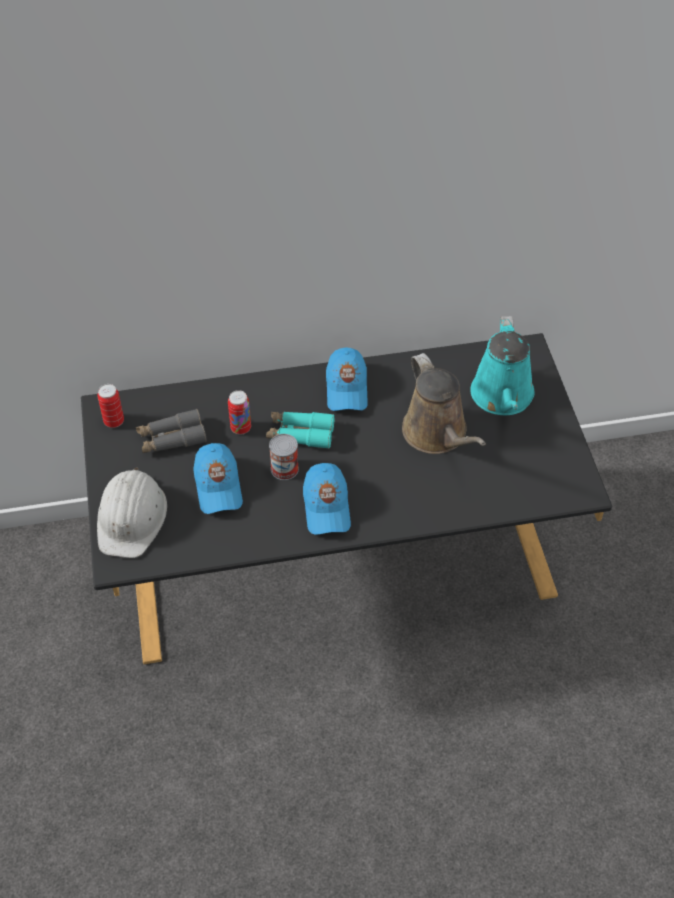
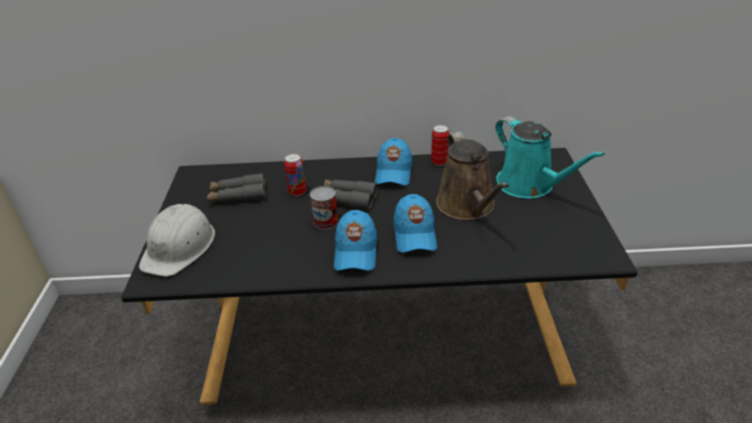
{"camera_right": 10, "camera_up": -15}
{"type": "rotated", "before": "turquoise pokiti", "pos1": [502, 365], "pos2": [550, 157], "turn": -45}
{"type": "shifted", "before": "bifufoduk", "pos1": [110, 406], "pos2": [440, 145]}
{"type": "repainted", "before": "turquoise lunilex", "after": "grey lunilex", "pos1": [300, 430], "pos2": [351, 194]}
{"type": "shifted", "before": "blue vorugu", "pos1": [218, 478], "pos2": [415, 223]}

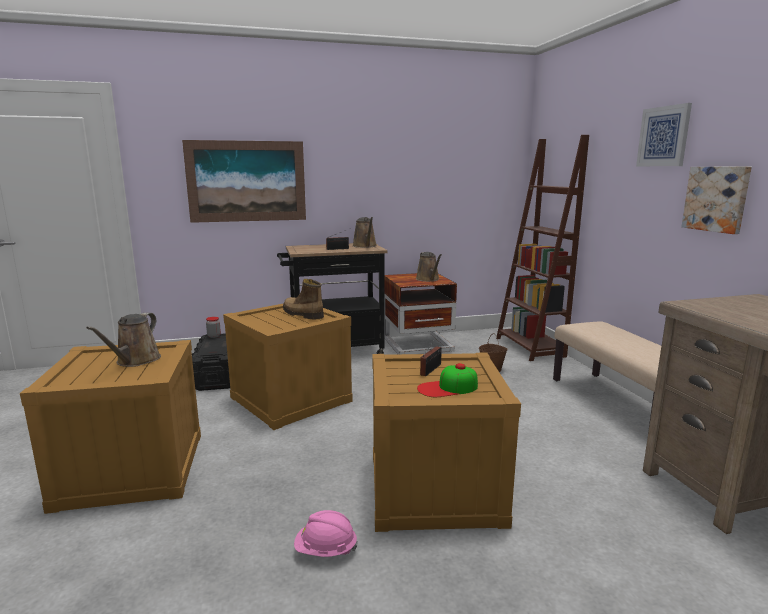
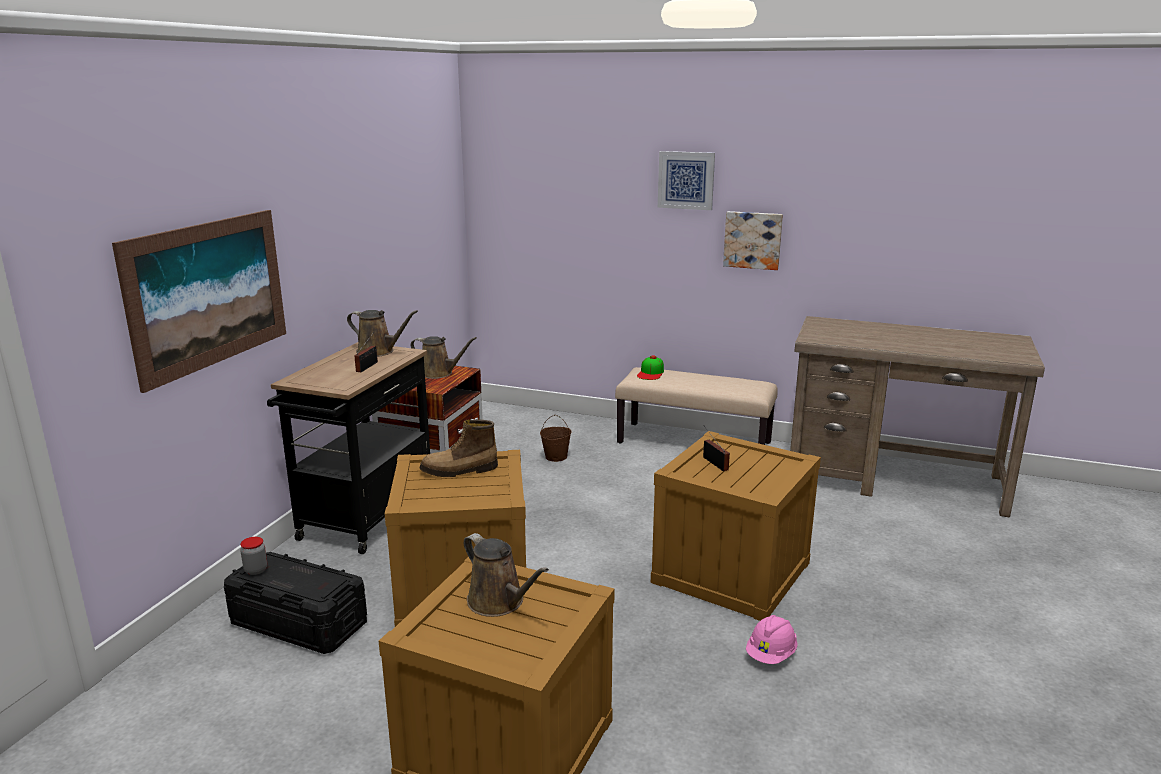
{"camera_right": -55, "camera_up": 5}
{"type": "gone", "before": "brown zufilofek", "pos1": [542, 248]}
{"type": "shifted", "before": "vorugu", "pos1": [447, 380], "pos2": [650, 367]}

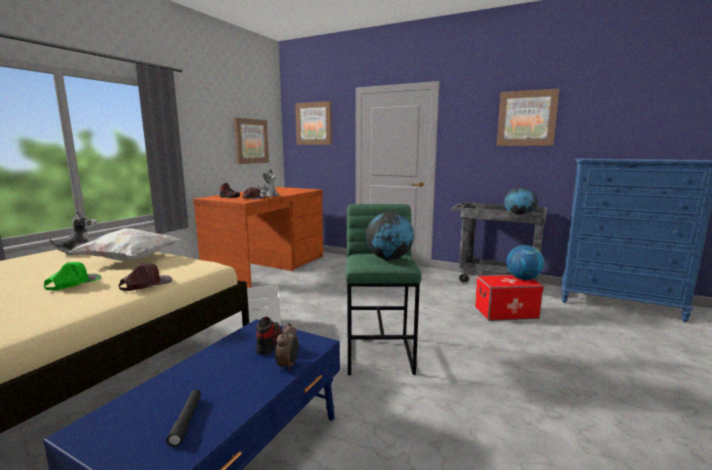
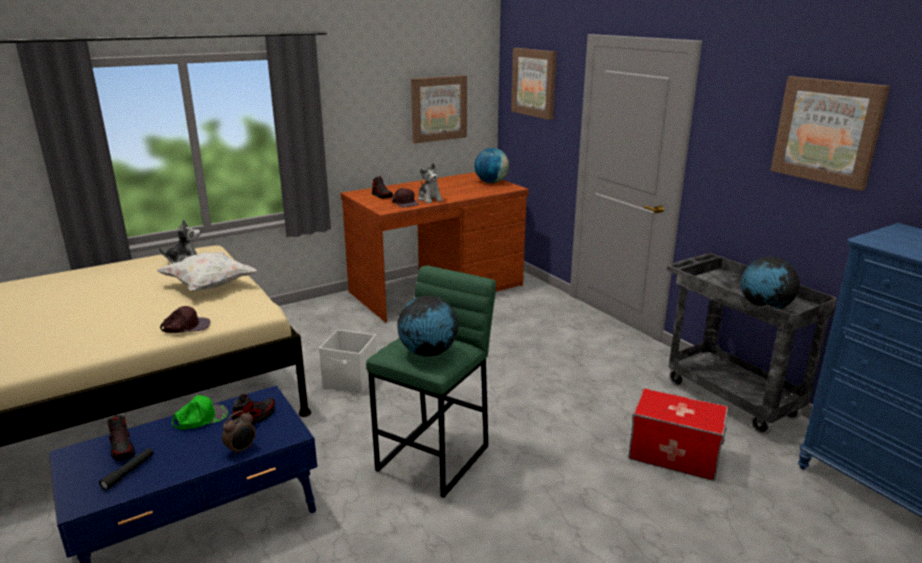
{"camera_right": 30, "camera_up": 10}
{"type": "shifted", "before": "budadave", "pos1": [525, 262], "pos2": [491, 165]}
{"type": "shifted", "before": "green vorugu", "pos1": [72, 276], "pos2": [200, 412]}
{"type": "new", "after": "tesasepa", "pos2": [121, 438]}

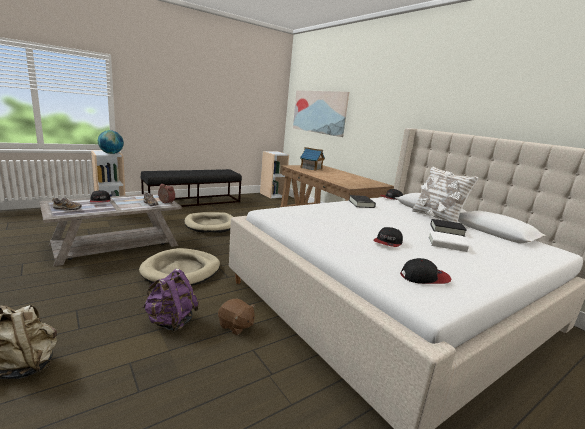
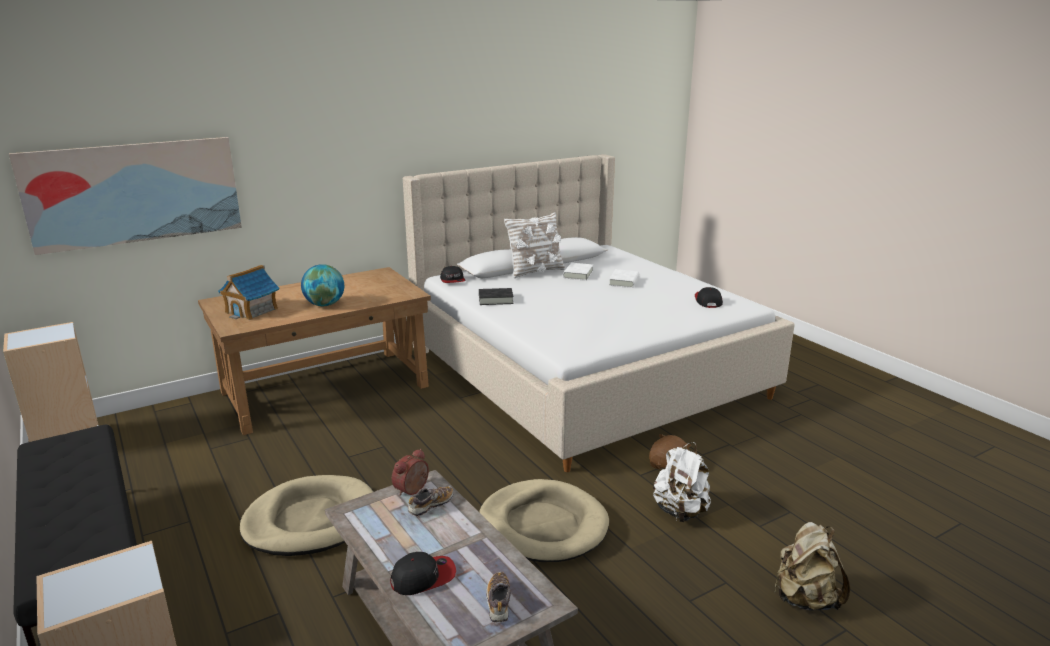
{"camera_right": -85, "camera_up": 5}
{"type": "shifted", "before": "budadave", "pos1": [111, 142], "pos2": [322, 285]}
{"type": "repainted", "before": "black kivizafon", "after": "white kivizafon", "pos1": [449, 228], "pos2": [578, 272]}
{"type": "gone", "before": "vorugu", "pos1": [388, 237]}
{"type": "repainted", "before": "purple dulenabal", "after": "white dulenabal", "pos1": [170, 300], "pos2": [682, 482]}

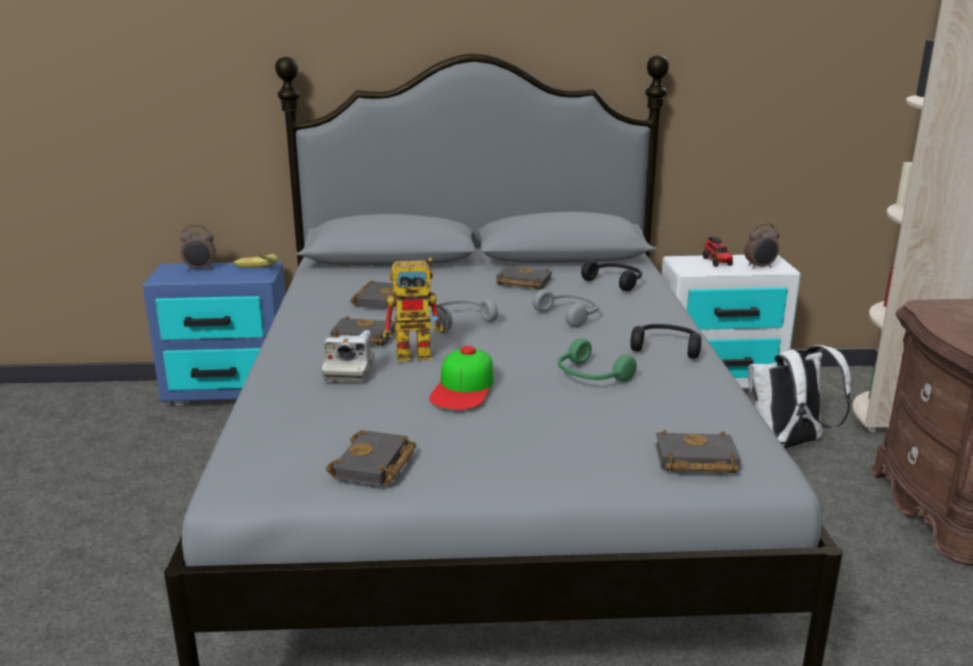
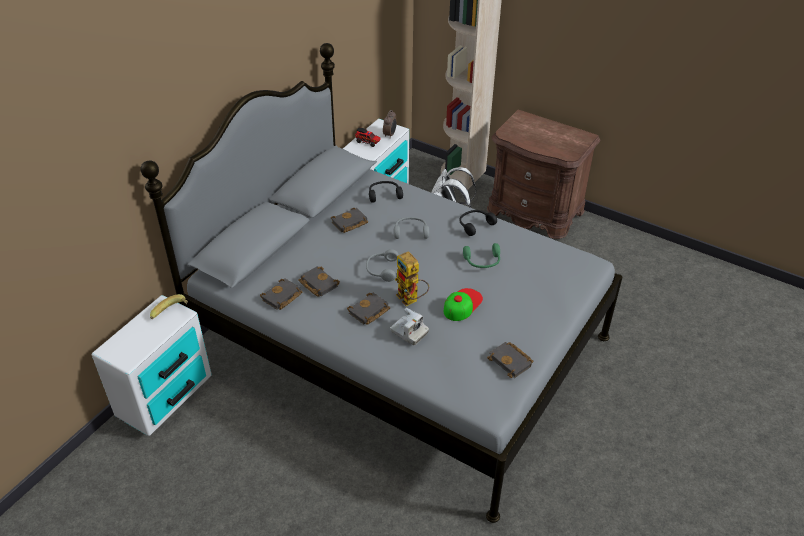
{"camera_right": -55, "camera_up": 20}
{"type": "gone", "before": "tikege", "pos1": [198, 247]}
{"type": "rotated", "before": "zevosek", "pos1": [415, 309], "pos2": [412, 278], "turn": 120}
{"type": "repainted", "before": "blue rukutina", "after": "white rukutina", "pos1": [214, 333], "pos2": [152, 365]}
{"type": "rotated", "before": "vorugu", "pos1": [461, 378], "pos2": [463, 304], "turn": -105}
{"type": "shifted", "before": "black kivizafon", "pos1": [697, 451], "pos2": [281, 294]}

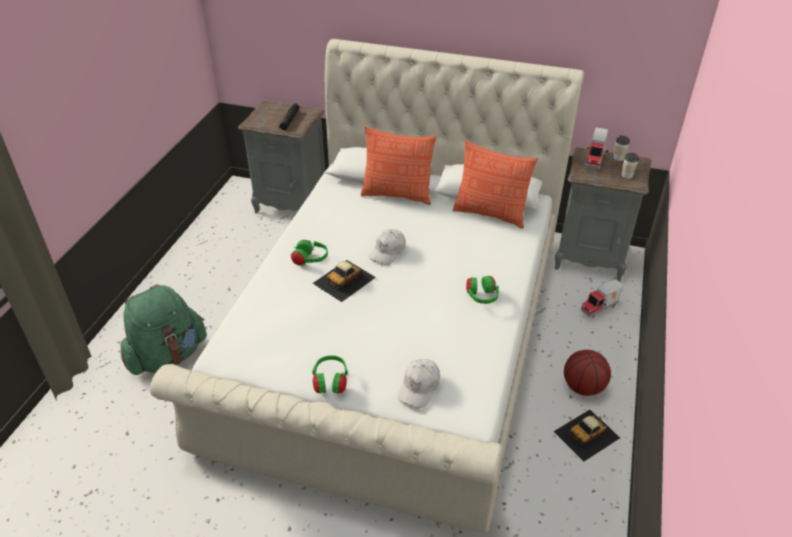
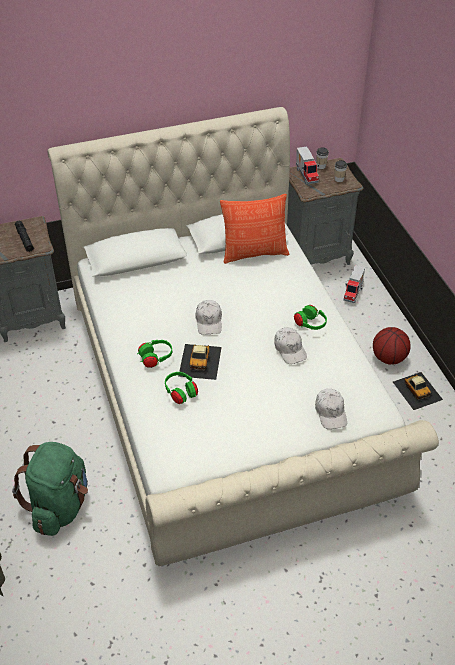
{"camera_right": -35, "camera_up": 5}
{"type": "gone", "before": "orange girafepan", "pos1": [399, 165]}
{"type": "shifted", "before": "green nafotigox", "pos1": [330, 374], "pos2": [181, 388]}
{"type": "rotated", "before": "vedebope", "pos1": [587, 435], "pos2": [418, 391], "turn": -45}
{"type": "new", "after": "white vorugu", "pos2": [290, 346]}

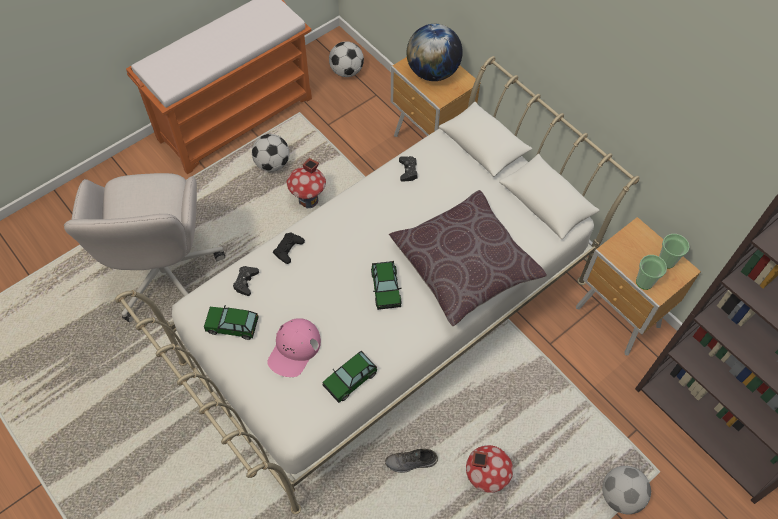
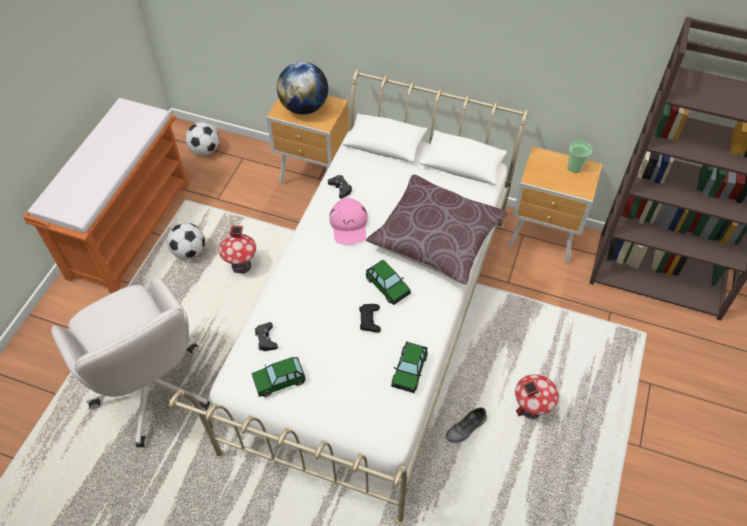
{"camera_right": -30, "camera_up": -5}
{"type": "shifted", "before": "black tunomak", "pos1": [289, 248], "pos2": [370, 318]}
{"type": "gone", "before": "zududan", "pos1": [651, 272]}
{"type": "shifted", "before": "pink vorugu", "pos1": [294, 347], "pos2": [348, 221]}
{"type": "gone", "before": "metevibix", "pos1": [626, 490]}

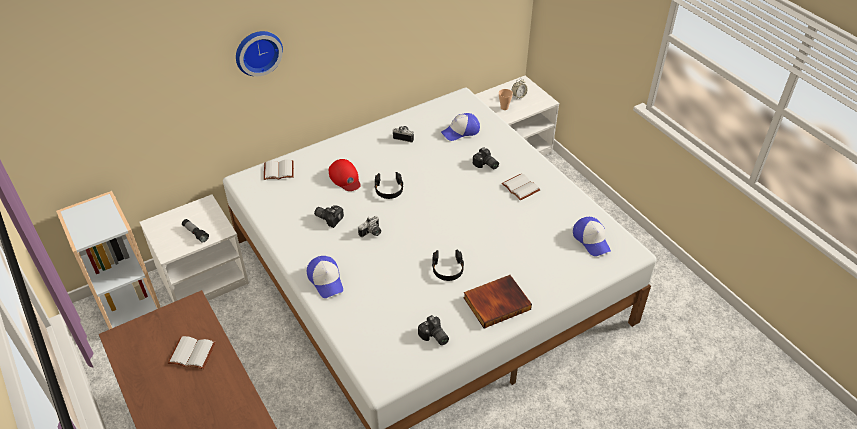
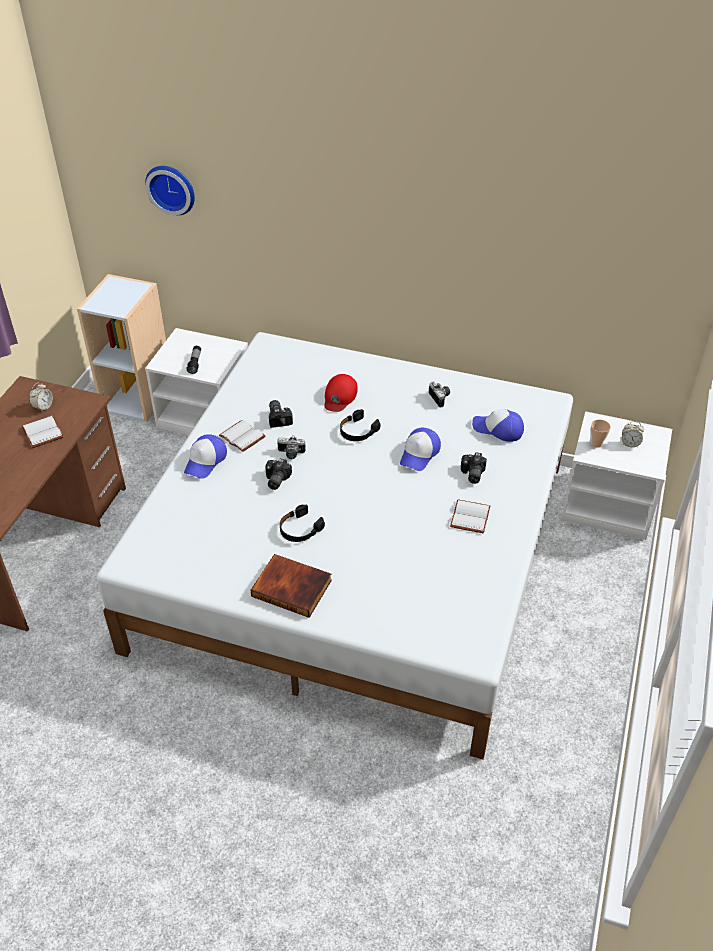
{"camera_right": 50, "camera_up": 0}
{"type": "shifted", "before": "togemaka", "pos1": [259, 53], "pos2": [170, 190]}
{"type": "shifted", "before": "white kivizafon", "pos1": [279, 169], "pos2": [242, 436]}
{"type": "shifted", "before": "vorugu", "pos1": [592, 236], "pos2": [420, 449]}
{"type": "shifted", "before": "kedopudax", "pos1": [433, 330], "pos2": [278, 474]}
{"type": "new", "after": "tikege", "pos2": [41, 397]}

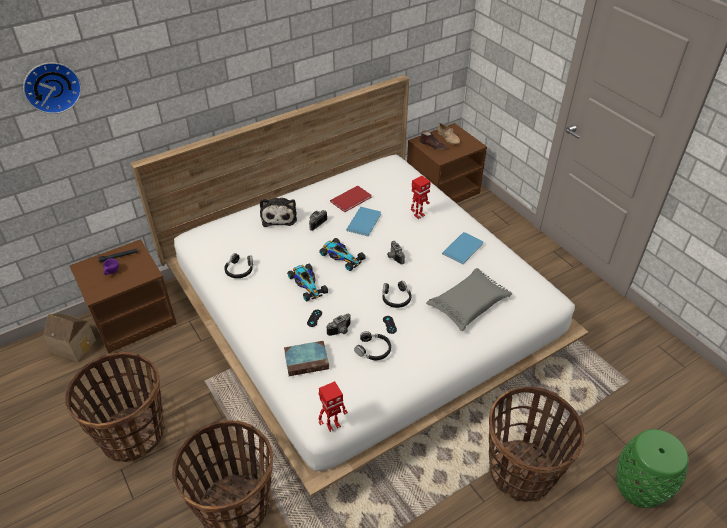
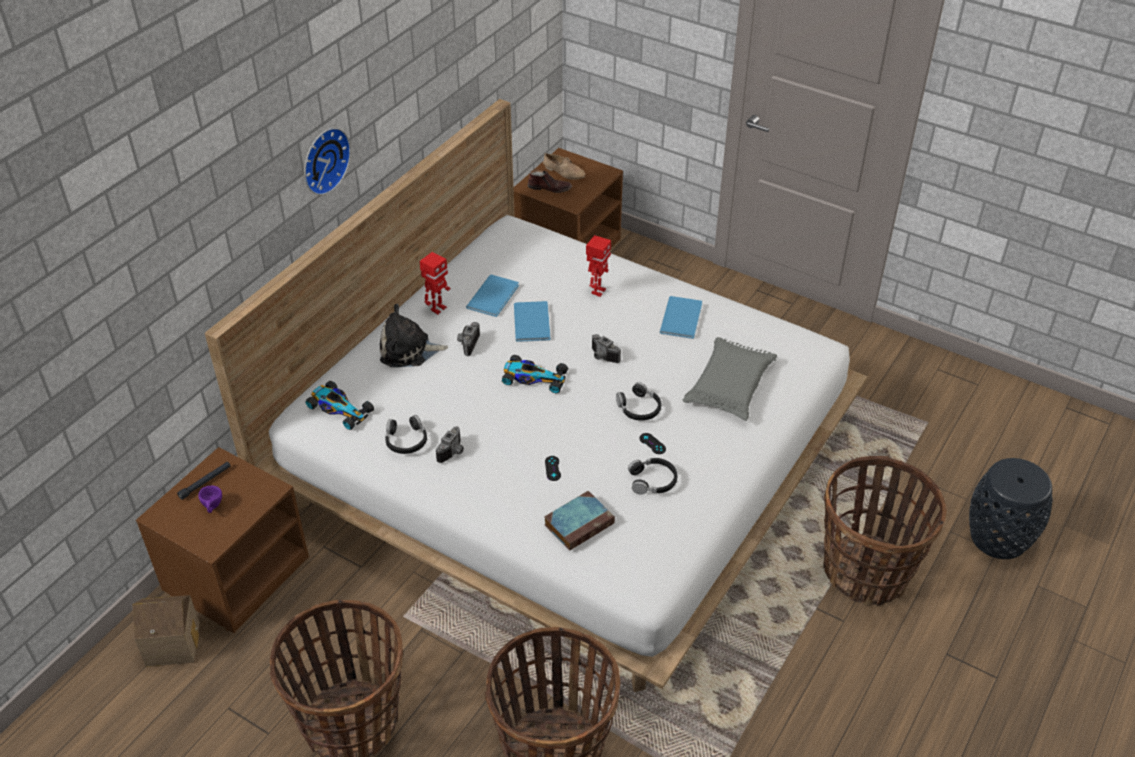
{"camera_right": -25, "camera_up": 0}
{"type": "shifted", "before": "togemaka", "pos1": [52, 88], "pos2": [327, 161]}
{"type": "repainted", "before": "red kivizafon", "after": "blue kivizafon", "pos1": [350, 199], "pos2": [492, 295]}
{"type": "rotated", "before": "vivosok", "pos1": [278, 212], "pos2": [414, 336], "turn": 120}
{"type": "shifted", "before": "vedebope", "pos1": [307, 282], "pos2": [339, 405]}
{"type": "shifted", "before": "kedopudax", "pos1": [338, 325], "pos2": [450, 445]}
{"type": "shifted", "before": "zevosek", "pos1": [333, 406], "pos2": [435, 283]}
{"type": "repainted", "before": "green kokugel", "after": "black kokugel", "pos1": [652, 468], "pos2": [1011, 508]}

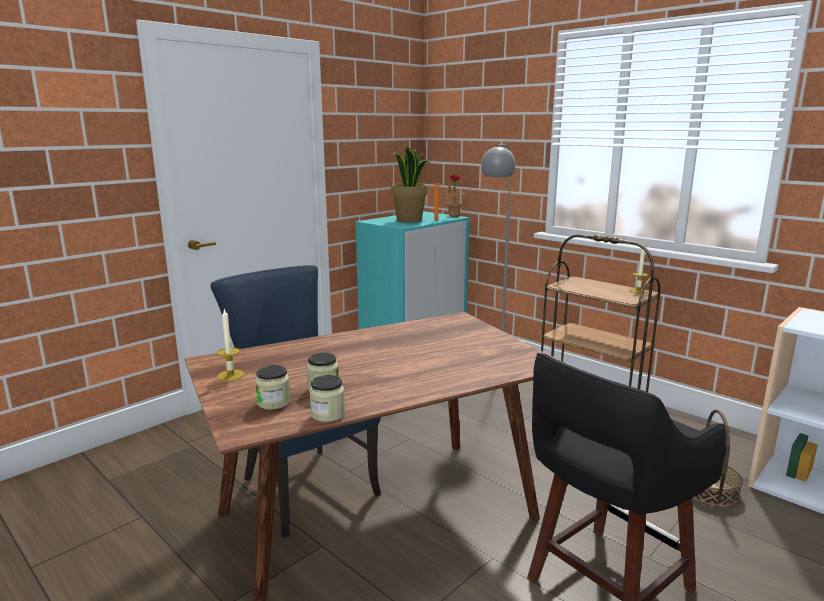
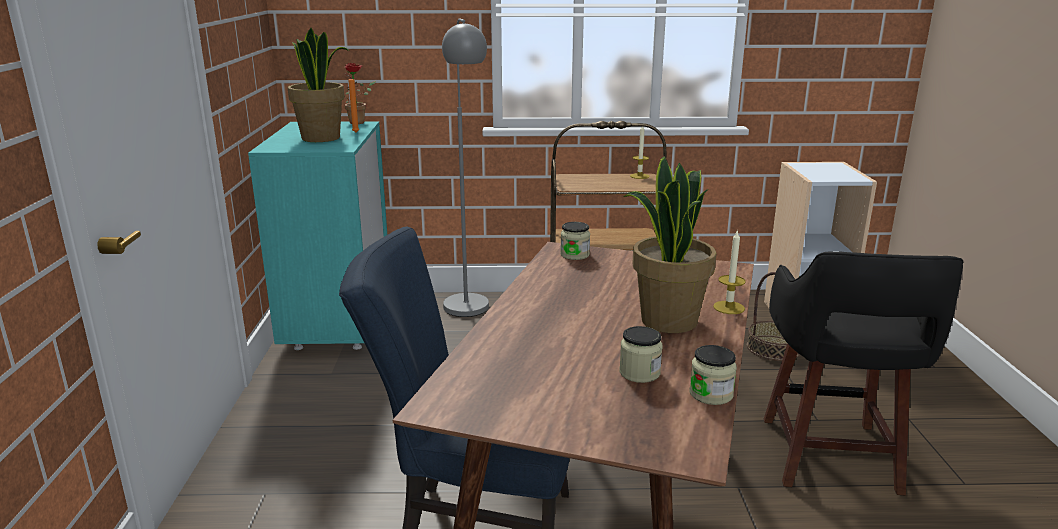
{"camera_right": -45, "camera_up": 5}
{"type": "shifted", "before": "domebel", "pos1": [231, 344], "pos2": [729, 271]}
{"type": "shifted", "before": "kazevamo", "pos1": [273, 387], "pos2": [575, 241]}
{"type": "new", "after": "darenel", "pos2": [670, 244]}

